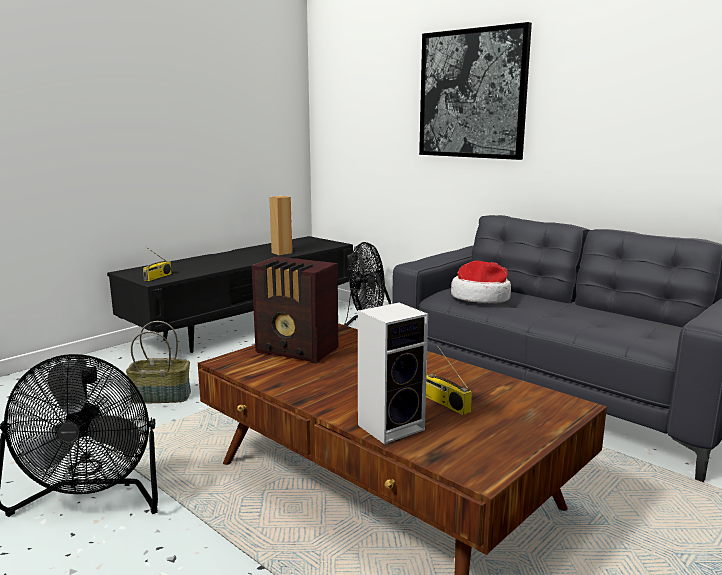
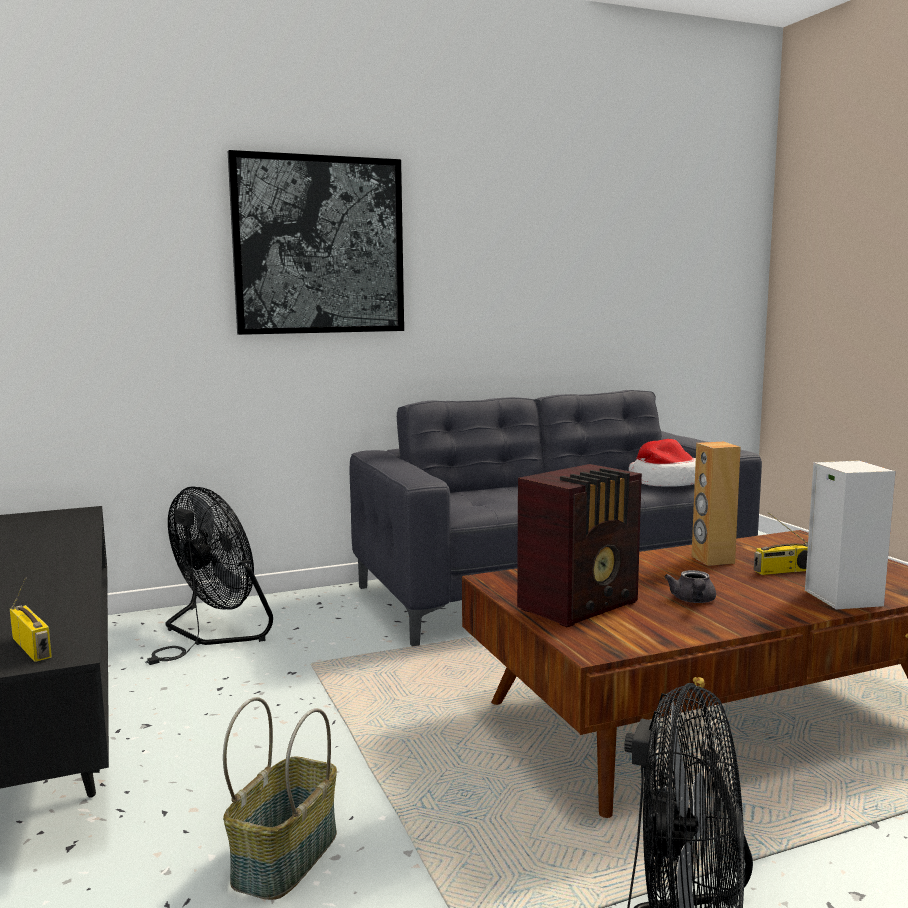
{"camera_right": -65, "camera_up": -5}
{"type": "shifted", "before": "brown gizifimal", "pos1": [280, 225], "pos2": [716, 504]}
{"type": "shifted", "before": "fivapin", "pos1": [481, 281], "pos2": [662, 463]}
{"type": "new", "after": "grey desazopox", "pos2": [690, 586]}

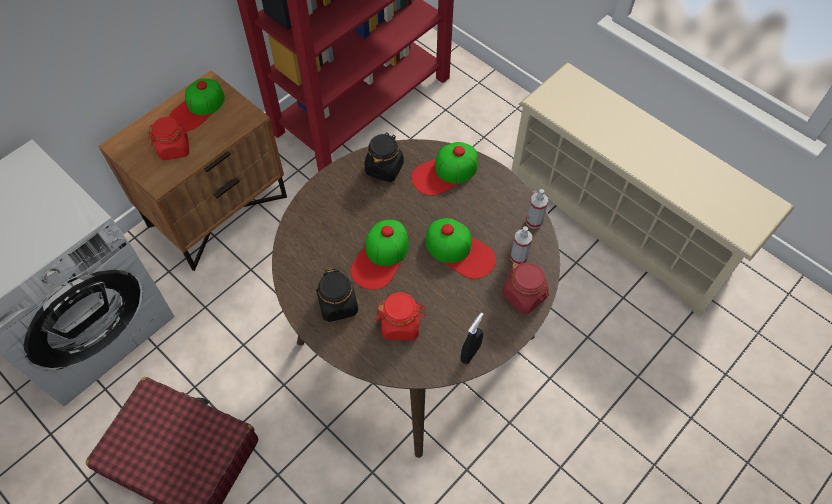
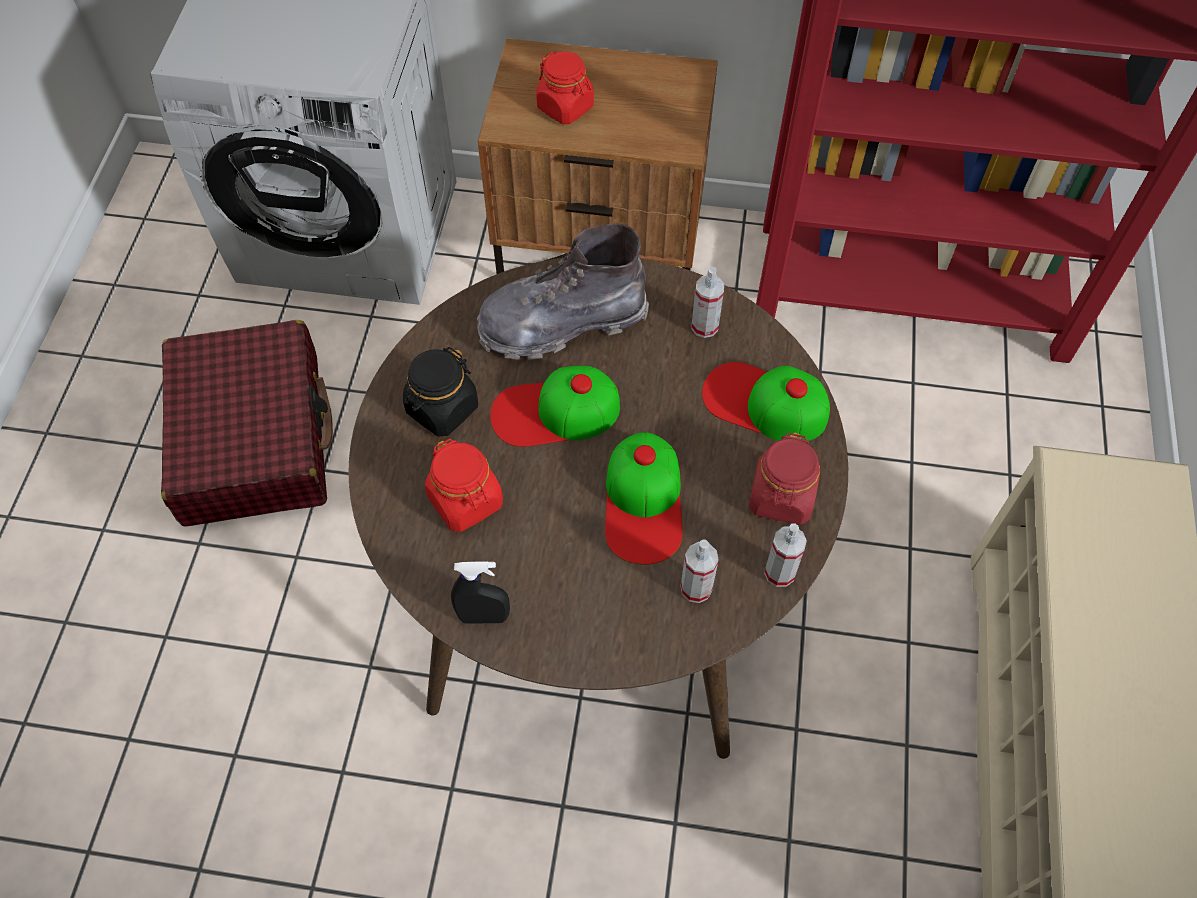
{"camera_right": 55, "camera_up": 0}
{"type": "gone", "before": "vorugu", "pos1": [197, 104]}
{"type": "swapped", "before": "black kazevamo", "after": "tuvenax", "pos1": [384, 157], "pos2": [708, 302]}
{"type": "shifted", "before": "red kazevamo", "pos1": [526, 287], "pos2": [784, 479]}
{"type": "new", "after": "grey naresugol", "pos2": [563, 291]}

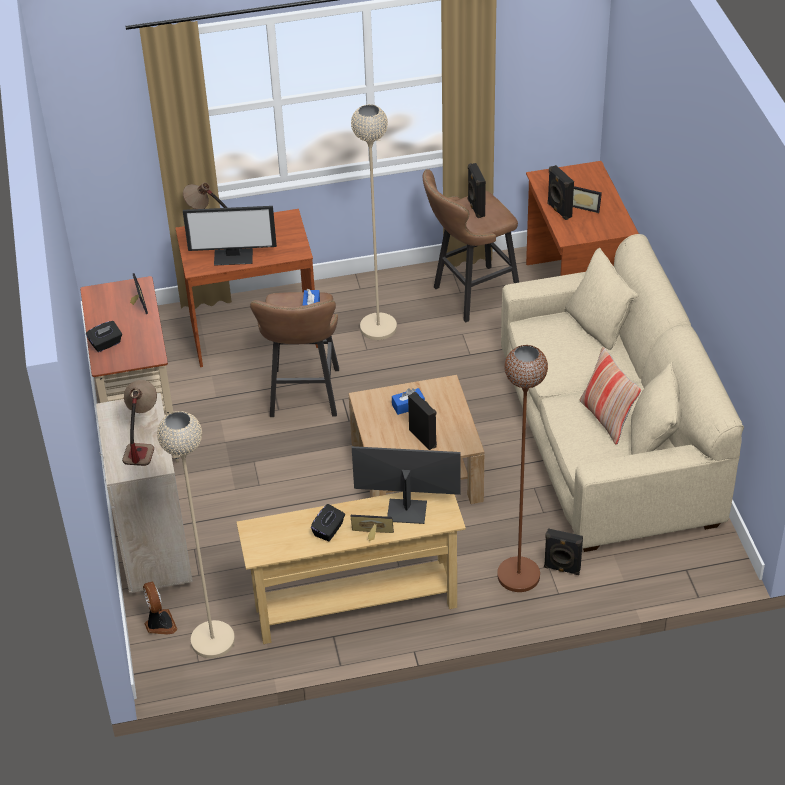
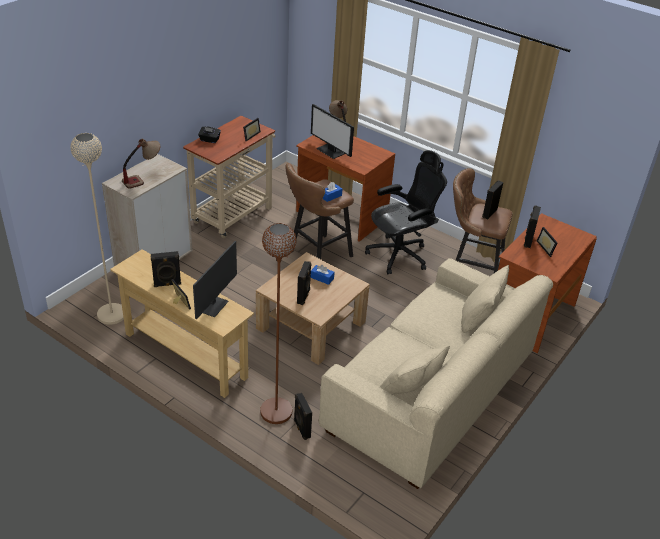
{"camera_right": 45, "camera_up": -5}
{"type": "swapped", "before": "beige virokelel", "after": "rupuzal", "pos1": [374, 222], "pos2": [406, 212]}
{"type": "gone", "before": "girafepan", "pos1": [610, 396]}
{"type": "rotated", "before": "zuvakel", "pos1": [406, 485], "pos2": [215, 280], "turn": 60}
{"type": "swapped", "before": "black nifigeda", "after": "black gizifimal", "pos1": [328, 522], "pos2": [166, 269]}
{"type": "gone", "before": "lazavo", "pos1": [160, 608]}

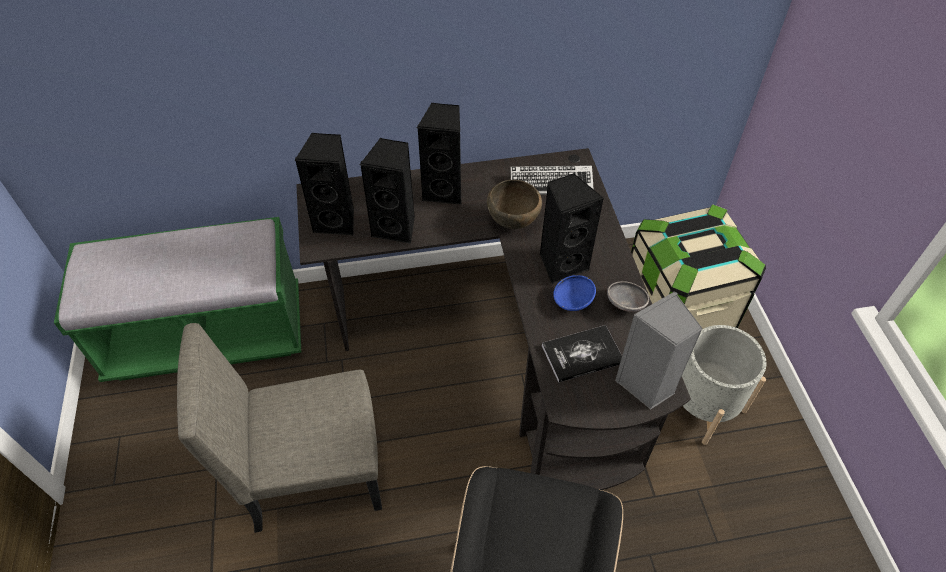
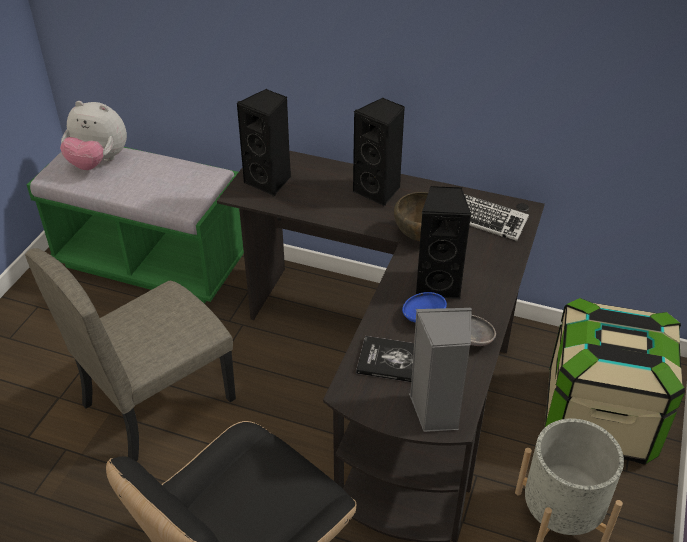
{"camera_right": 30, "camera_up": -10}
{"type": "gone", "before": "black gizifimal", "pos1": [387, 191]}
{"type": "rotated", "before": "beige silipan", "pos1": [279, 428], "pos2": [130, 354], "turn": -60}
{"type": "new", "after": "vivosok", "pos2": [93, 135]}

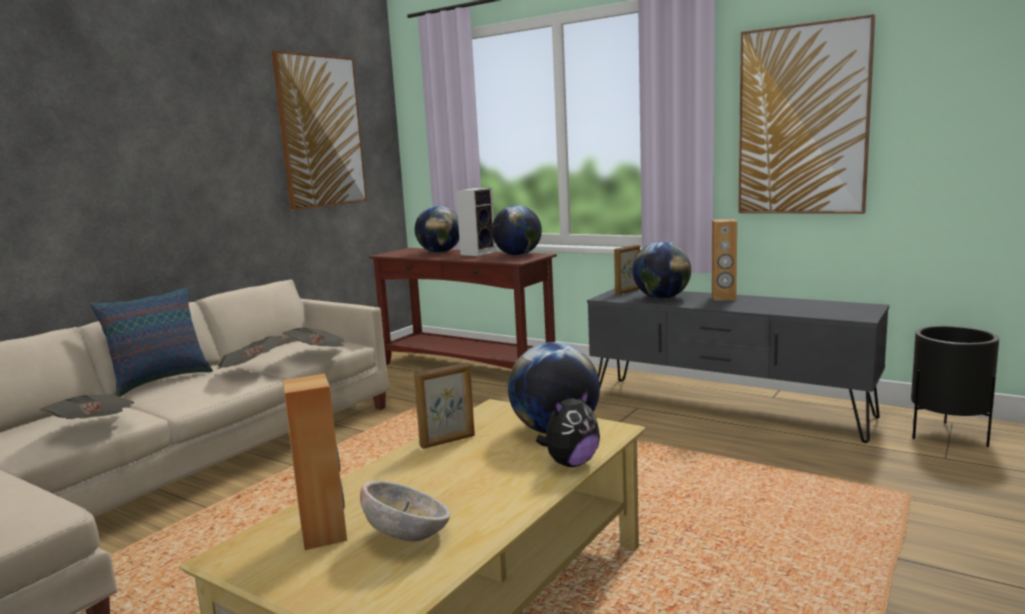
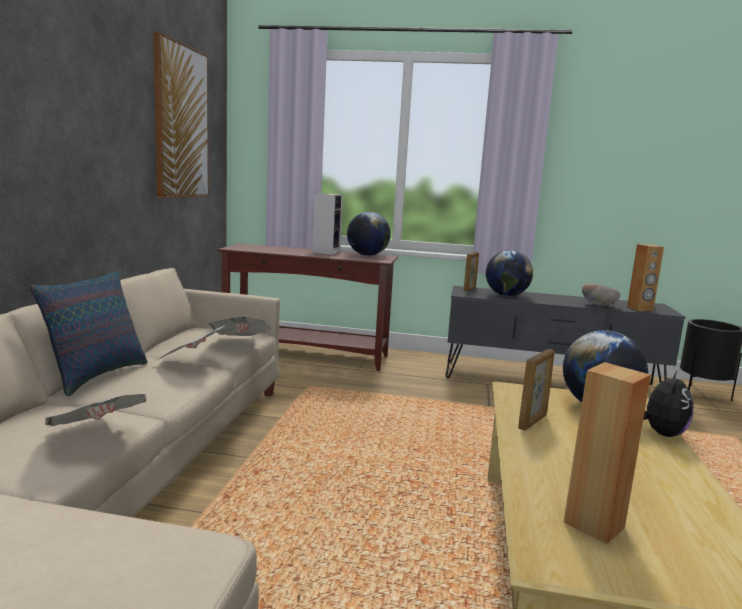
{"camera_right": -25, "camera_up": 0}
{"type": "gone", "before": "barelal", "pos1": [806, 114]}
{"type": "gone", "before": "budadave", "pos1": [437, 229]}
{"type": "shifted", "before": "brown gizifimal", "pos1": [724, 260], "pos2": [645, 277]}
{"type": "shifted", "before": "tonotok", "pos1": [405, 511], "pos2": [601, 295]}

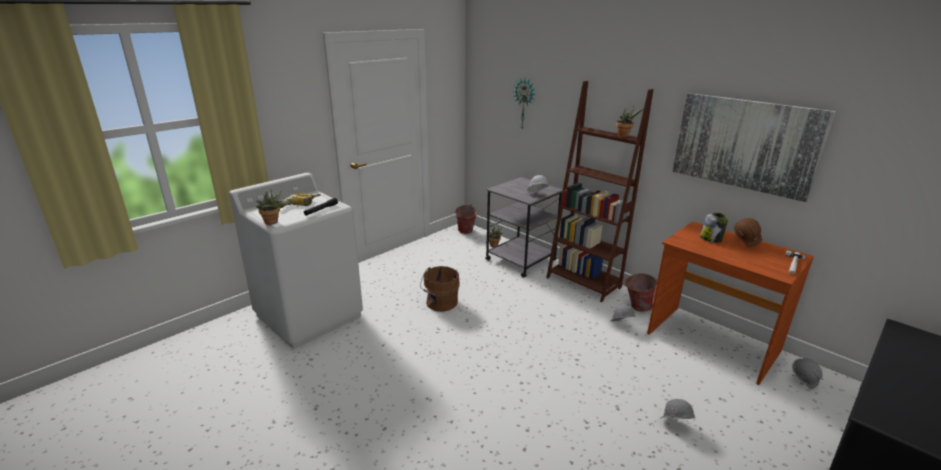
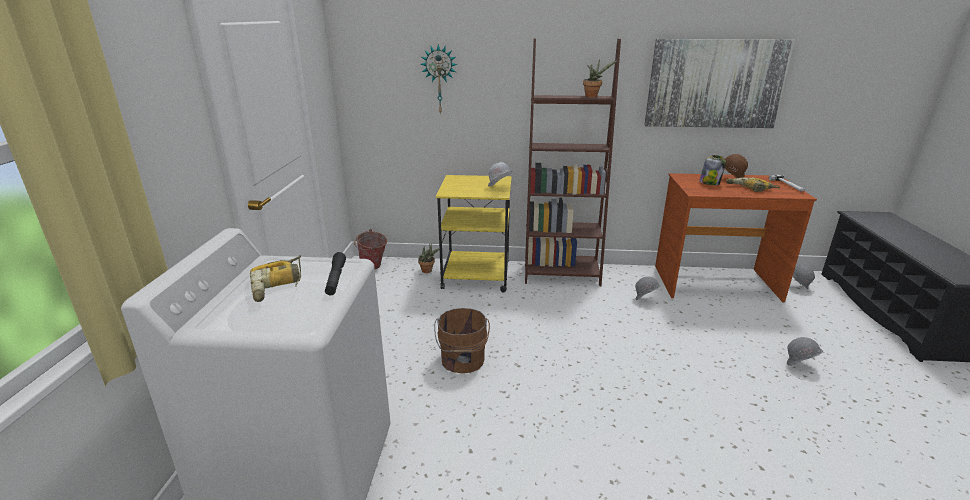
{"camera_right": -40, "camera_up": 0}
{"type": "repainted", "before": "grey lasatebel", "after": "yellow lasatebel", "pos1": [524, 227], "pos2": [474, 234]}
{"type": "gone", "before": "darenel", "pos1": [269, 207]}
{"type": "gone", "before": "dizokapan", "pos1": [640, 292]}
{"type": "new", "after": "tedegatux", "pos2": [753, 184]}

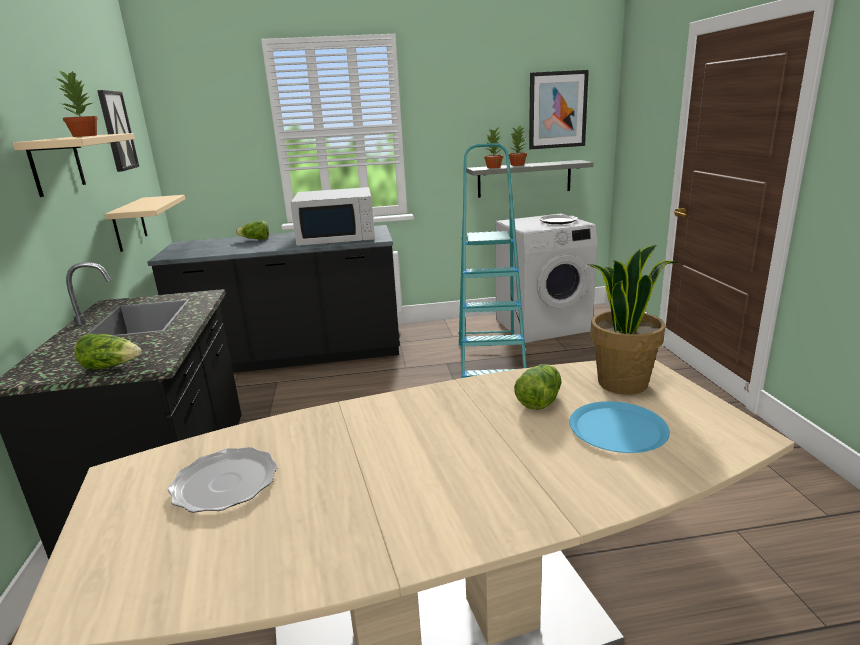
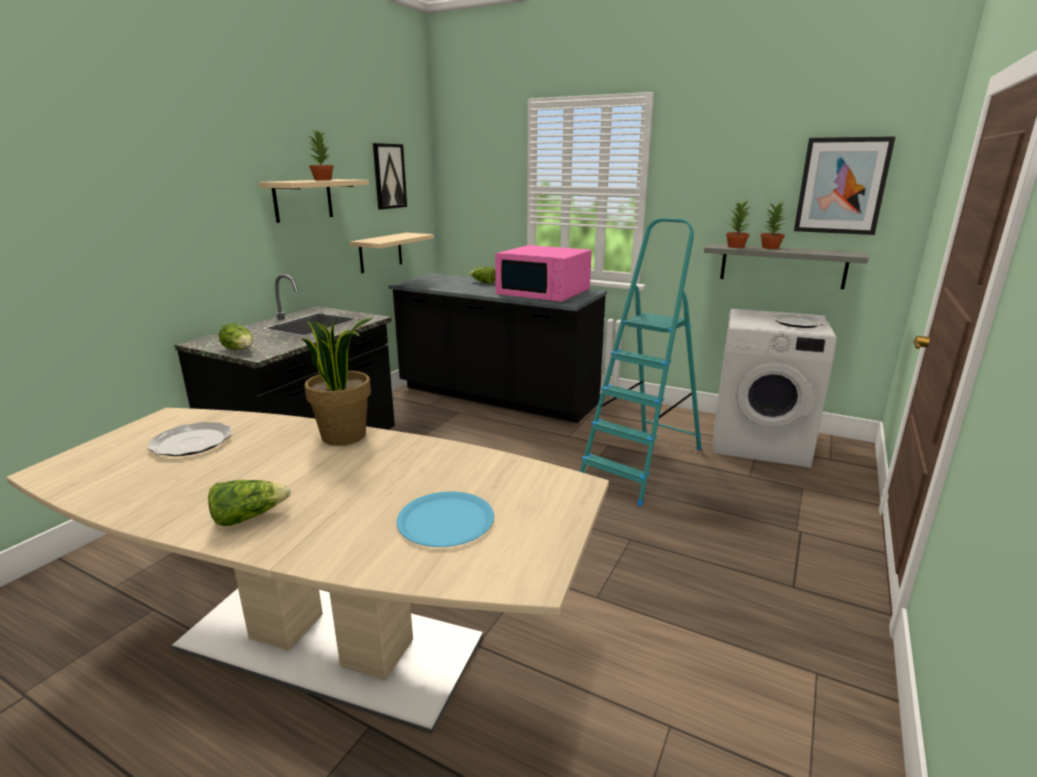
{"camera_right": 35, "camera_up": 0}
{"type": "repainted", "before": "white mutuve", "after": "pink mutuve", "pos1": [332, 216], "pos2": [543, 273]}
{"type": "shifted", "before": "darenel", "pos1": [633, 319], "pos2": [337, 381]}
{"type": "shifted", "before": "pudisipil", "pos1": [537, 387], "pos2": [249, 503]}

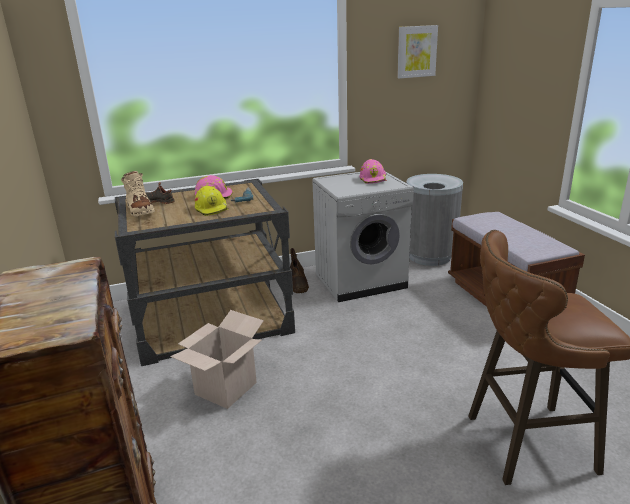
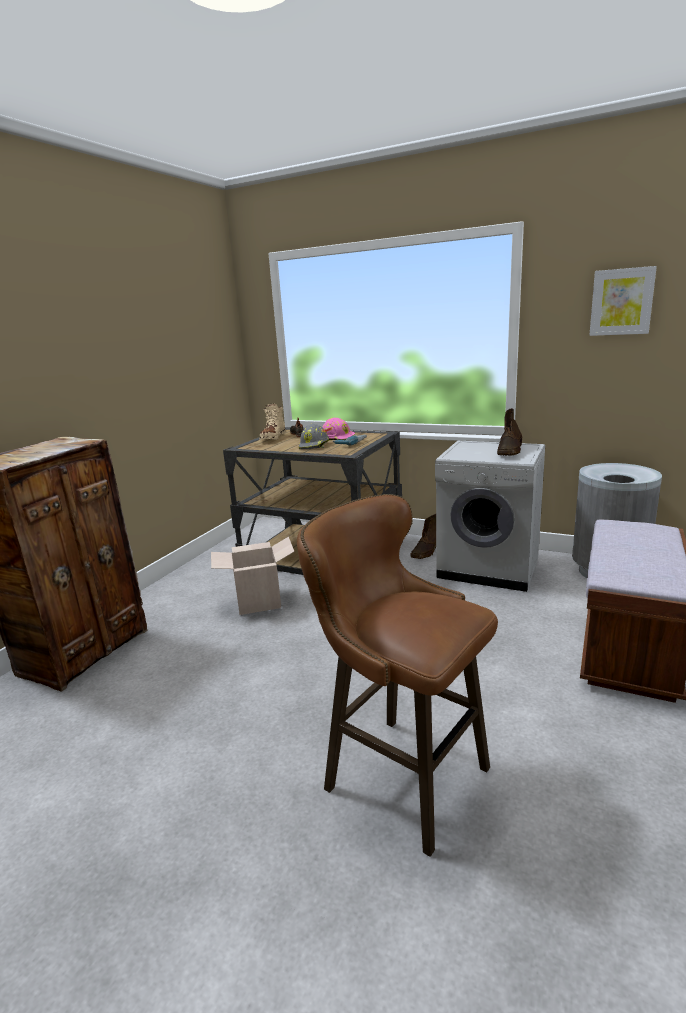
{"camera_right": 45, "camera_up": -5}
{"type": "swapped", "before": "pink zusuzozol", "after": "brown naresugol", "pos1": [373, 171], "pos2": [509, 432]}
{"type": "repainted", "before": "yellow zusuzozol", "after": "grey zusuzozol", "pos1": [211, 201], "pos2": [314, 436]}

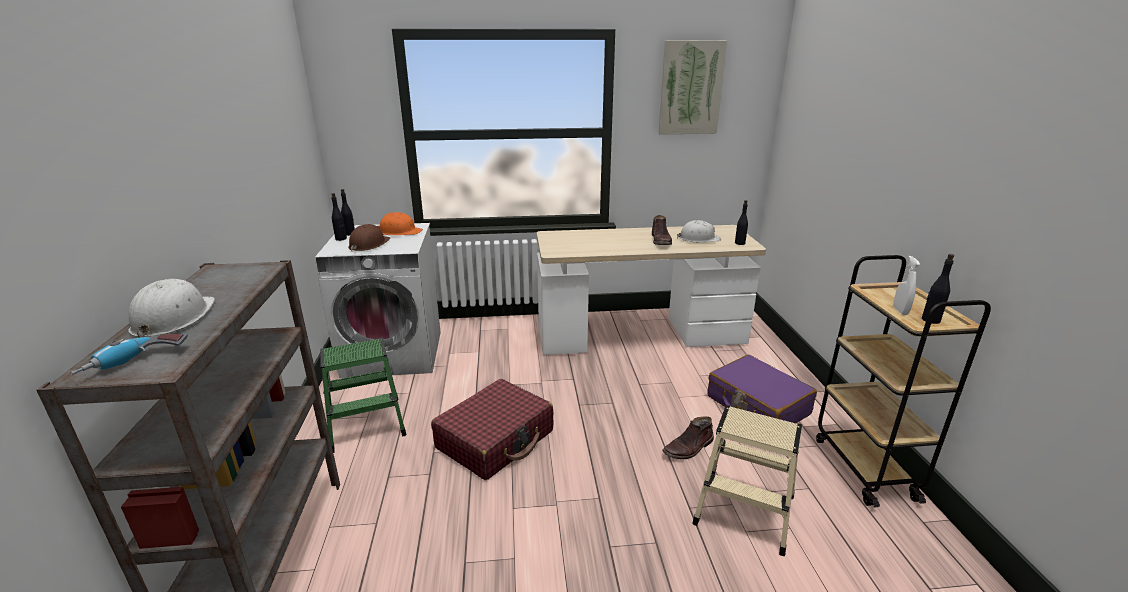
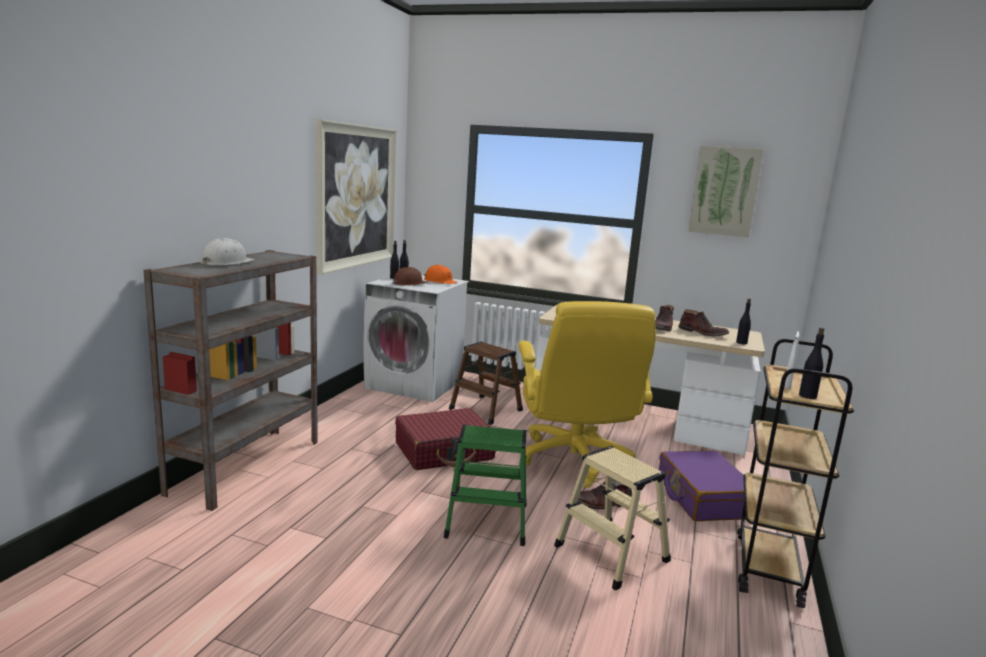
{"camera_right": 25, "camera_up": -10}
{"type": "swapped", "before": "white zusuzozol", "after": "brown naresugol", "pos1": [699, 231], "pos2": [703, 322]}
{"type": "gone", "before": "tedegatux", "pos1": [129, 354]}
{"type": "shifted", "before": "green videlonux", "pos1": [363, 395], "pos2": [485, 485]}
{"type": "new", "after": "barelal", "pos2": [356, 196]}
{"type": "new", "after": "yellow rupuzal", "pos2": [587, 394]}
{"type": "new", "after": "brown videlonux", "pos2": [486, 383]}

